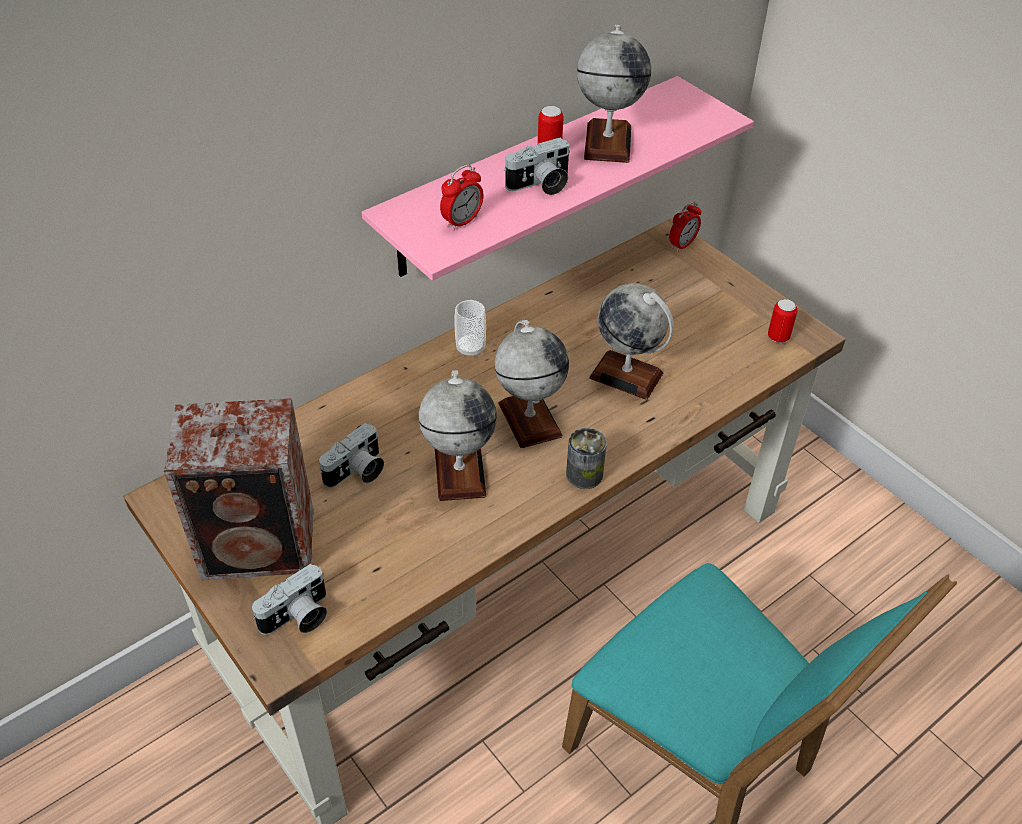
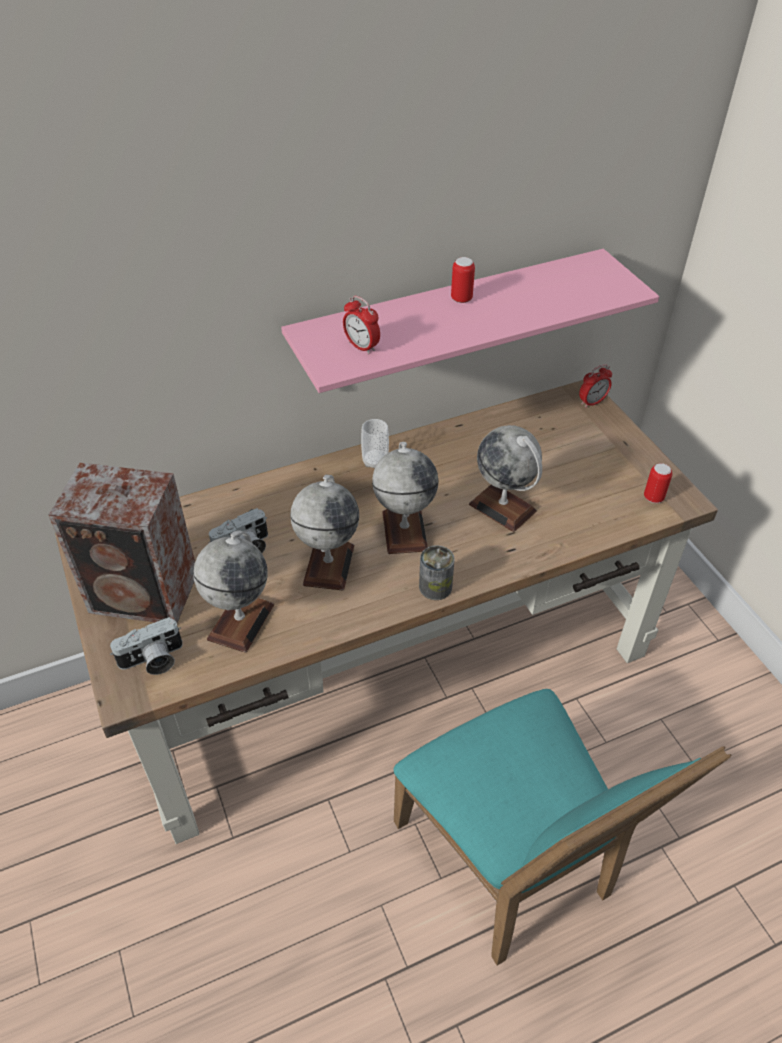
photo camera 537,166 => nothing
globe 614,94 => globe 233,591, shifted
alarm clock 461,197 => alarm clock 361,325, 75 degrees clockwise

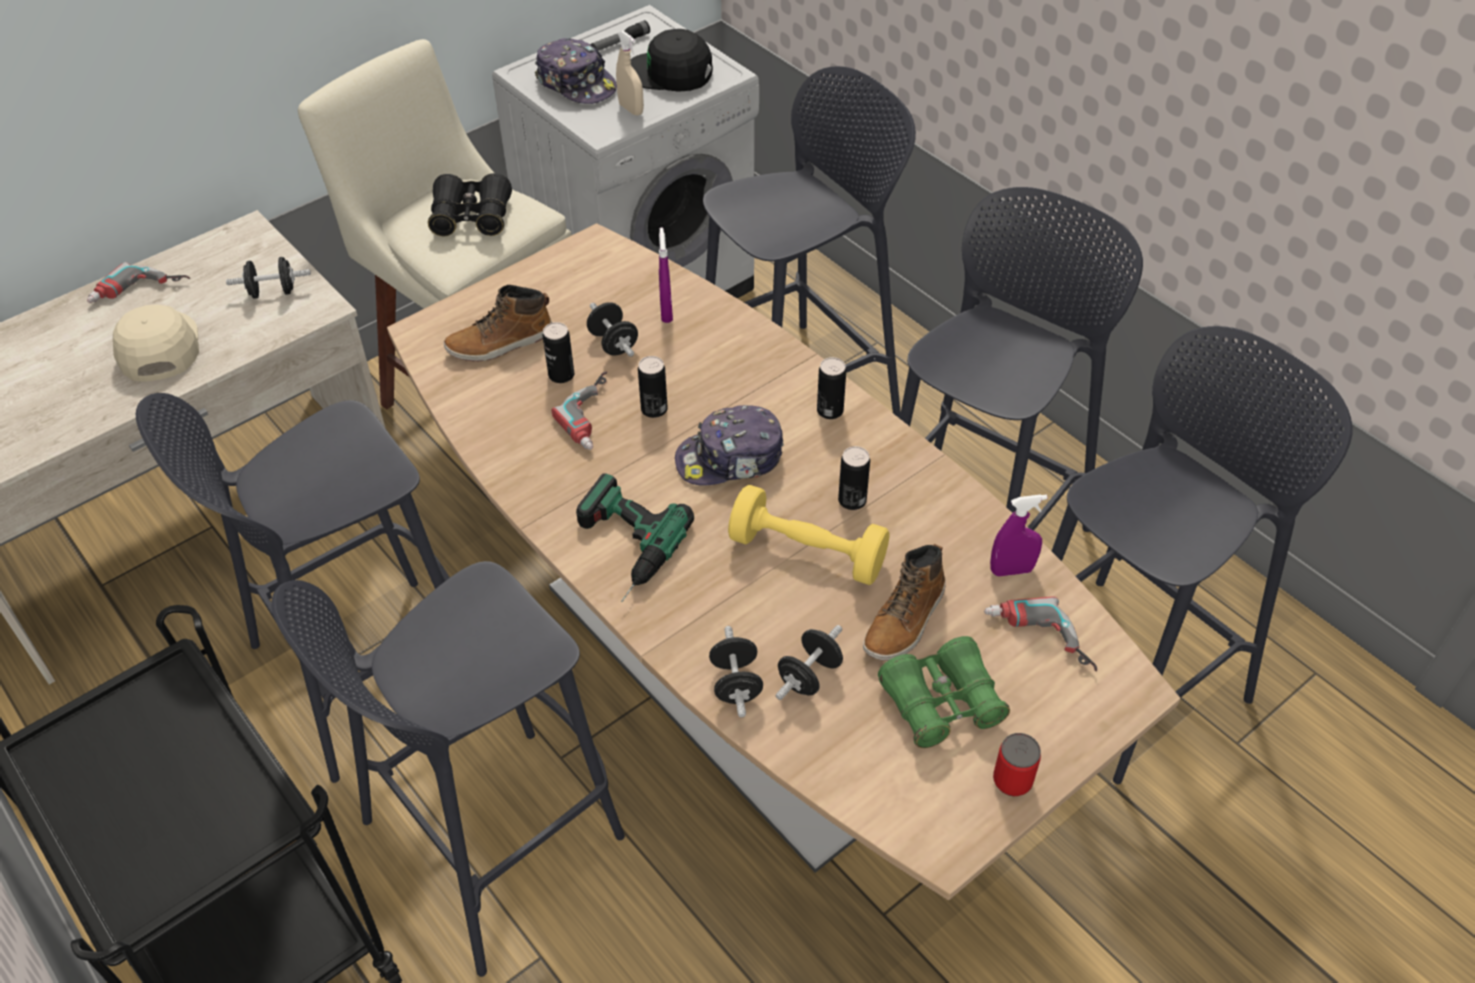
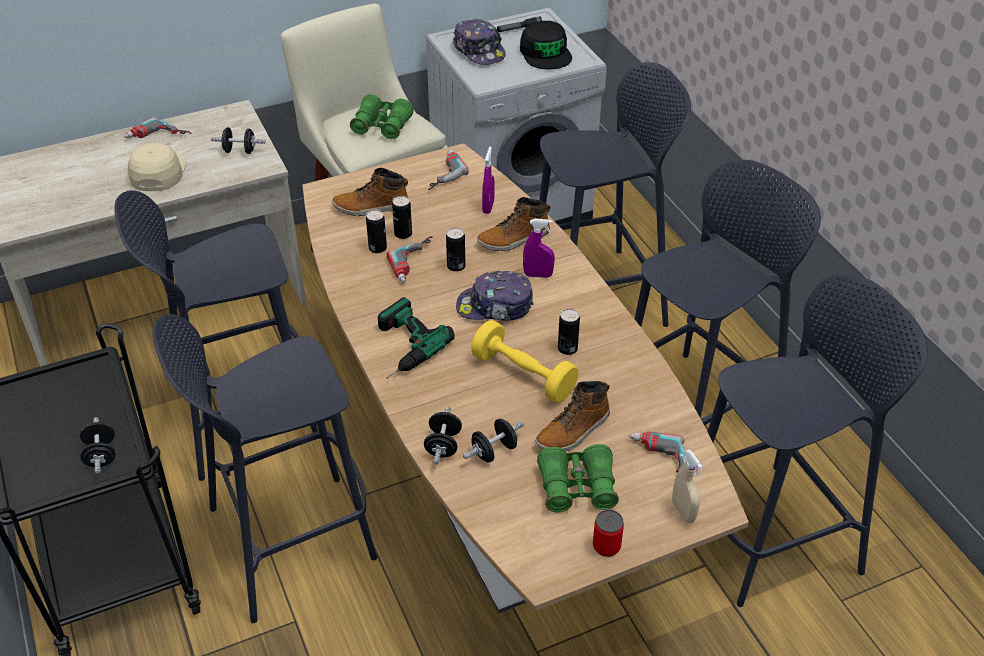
nothing => power drill 448,170
nothing => boot 513,224
black dumbbell 612,329 => black dumbbell 98,445, shifted
beige spray bottle 630,73 => beige spray bottle 687,486, shifted
can 831,388 => can 376,231, shifted
purple spray bottle 1018,535 => purple spray bottle 539,248, shifted
black binoculars 470,204 => green binoculars 382,116
black cap 672,60 => black cap 546,45, 135 degrees counterclockwise

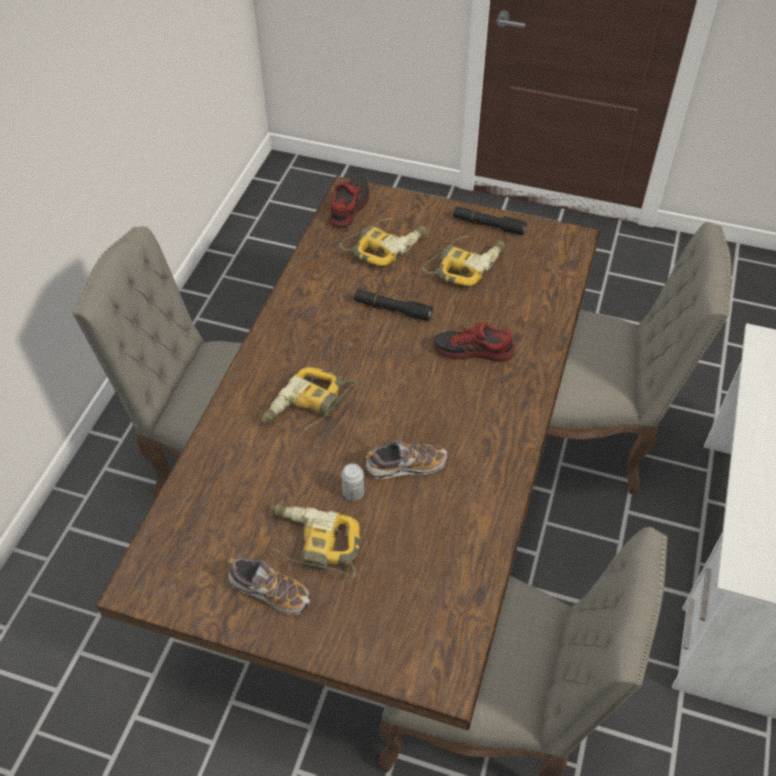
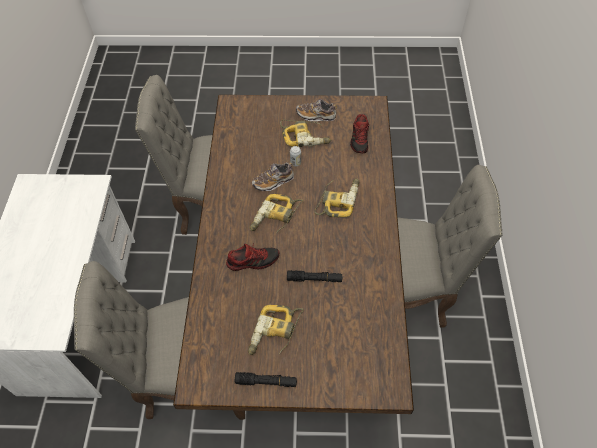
shoe 349,201 => shoe 359,133, shifted
power drill 382,242 => power drill 277,213, shifted

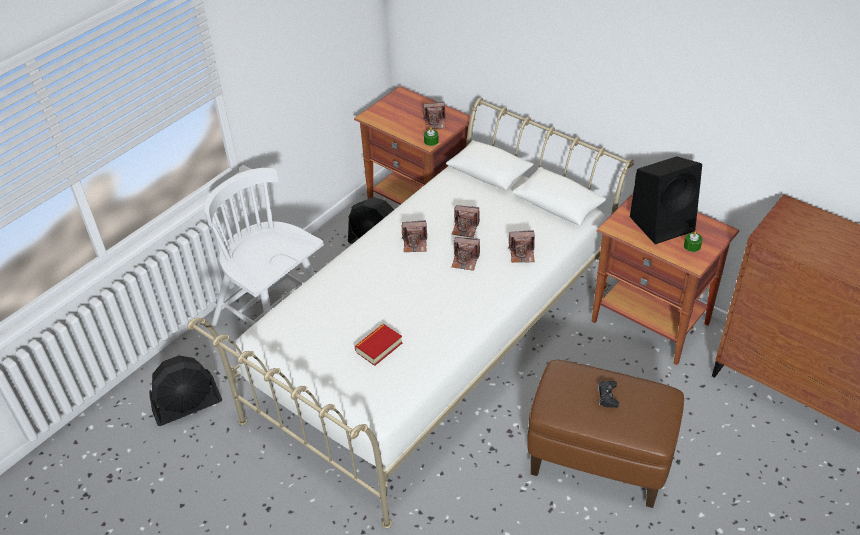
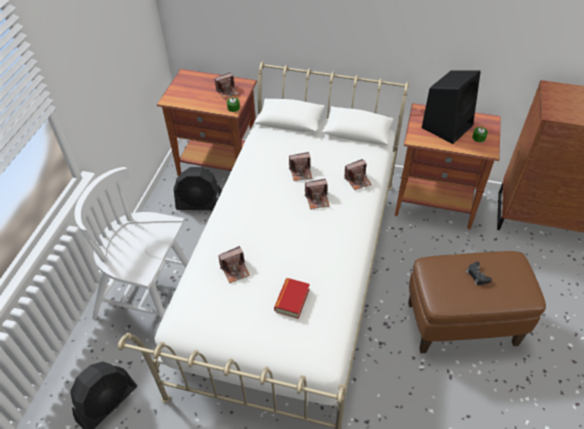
photo camera 414,236 => photo camera 234,264, shifted

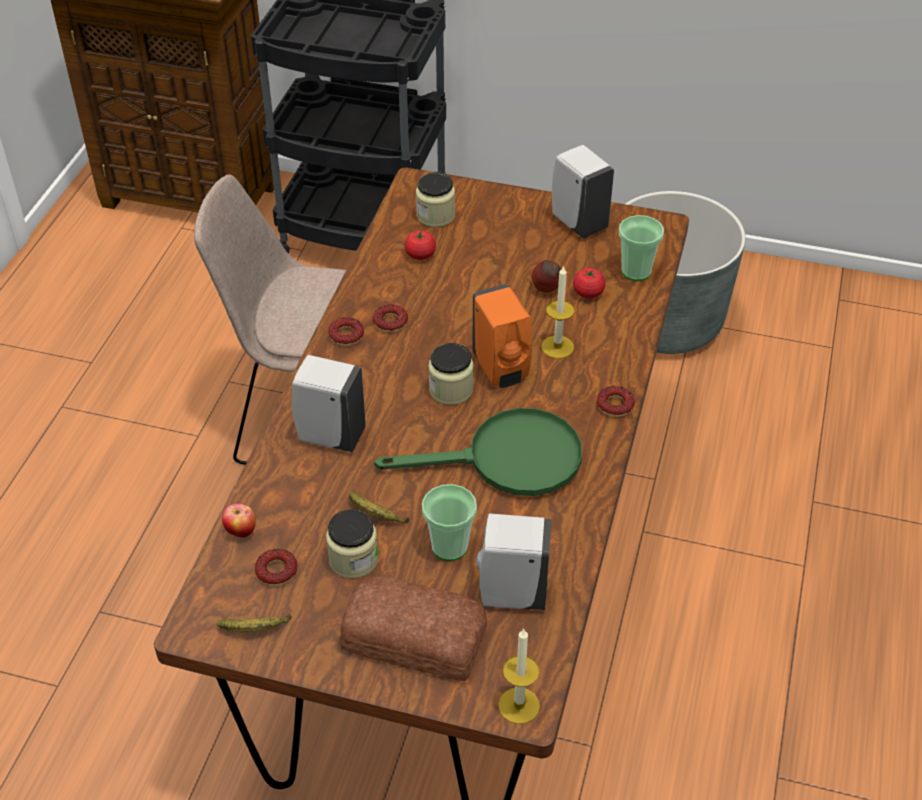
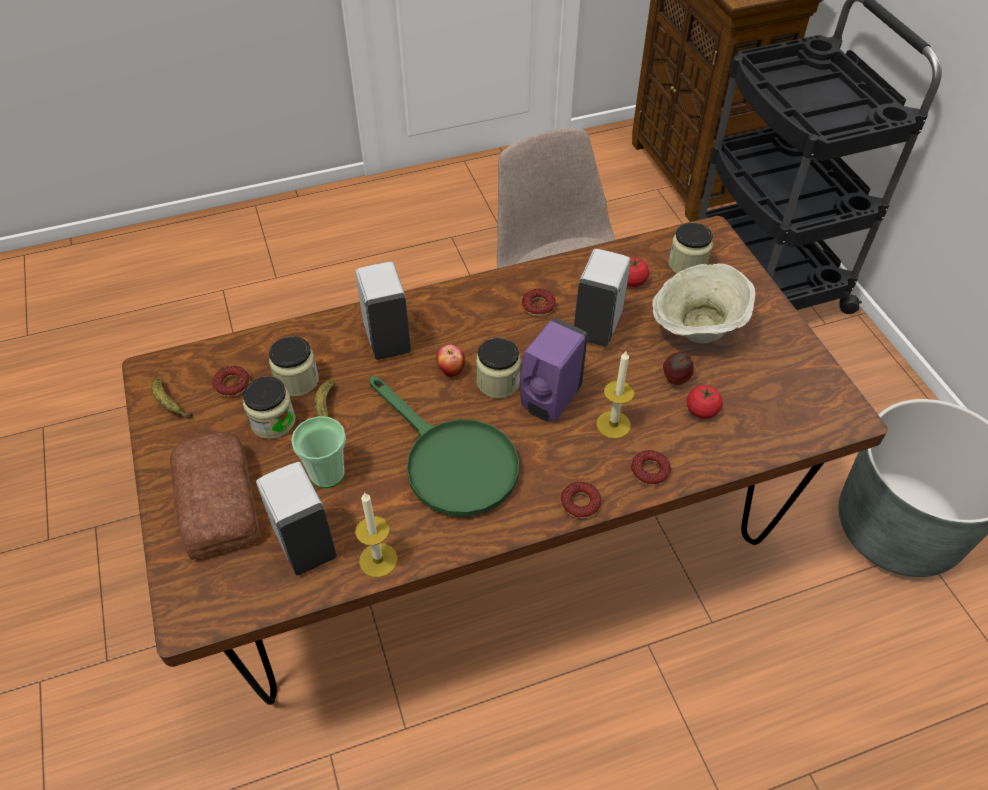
cup 641,248 => nothing
nothing => jar 294,366
nothing => beige bowl 704,303
apple 239,520 => apple 450,360, shifted
donut 346,331 => donut 651,467, shifted
candle 519,676 => candle 376,535, shifted
white soap dispenser 583,191 => white soap dispenser 602,298, shifted
orange soap dispenser 502,336 => purple soap dispenser 554,370

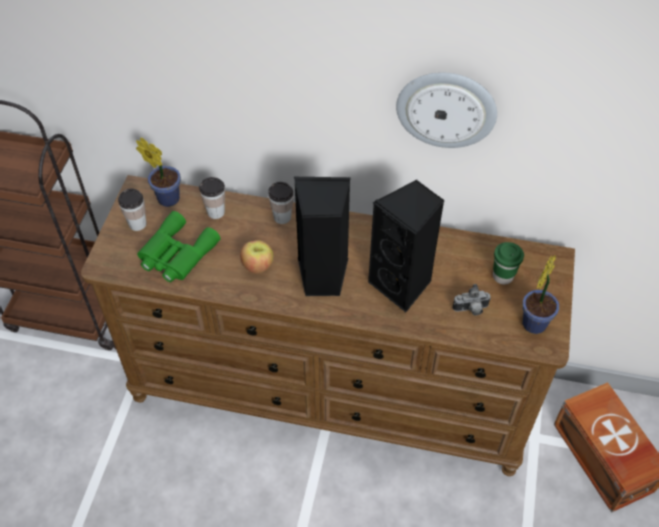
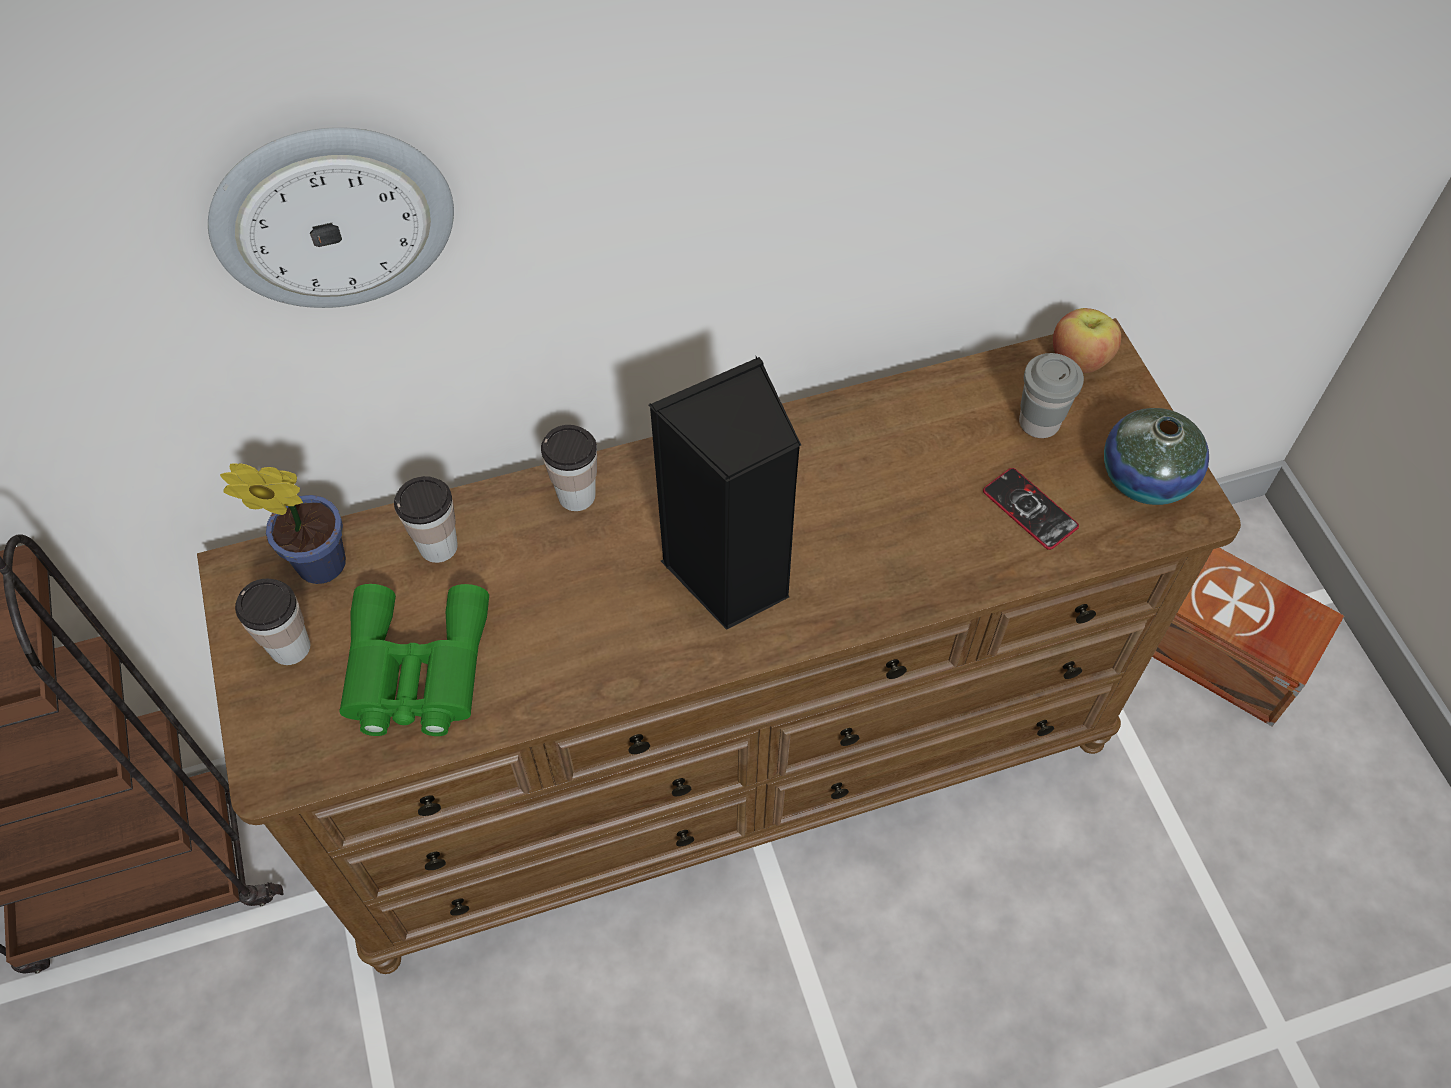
black speaker 406,246 => nothing
apple 256,257 => apple 1087,340, shifted
wall clock 446,110 => wall clock 331,217, shifted
photo camera 472,299 => phone 1031,509
potted plant 540,294 => vase 1156,456
green cup 508,263 => grey cup 1051,395

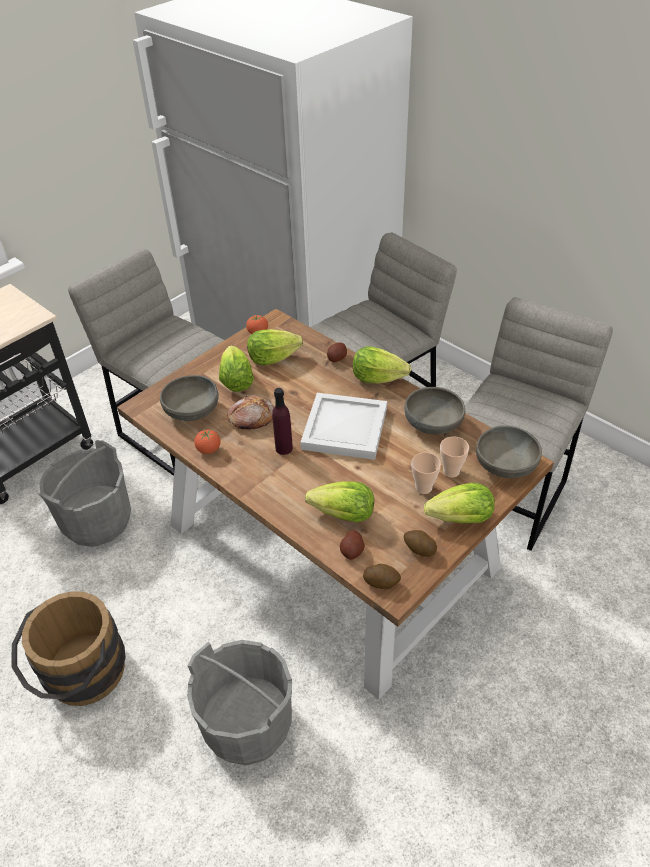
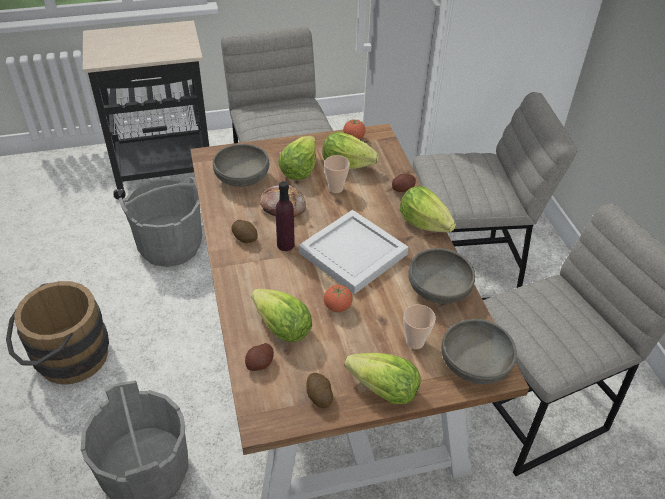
tomato 207,442 => tomato 338,298, shifted
potato 382,576 => potato 245,231, shifted
cup 426,473 => cup 337,174, shifted

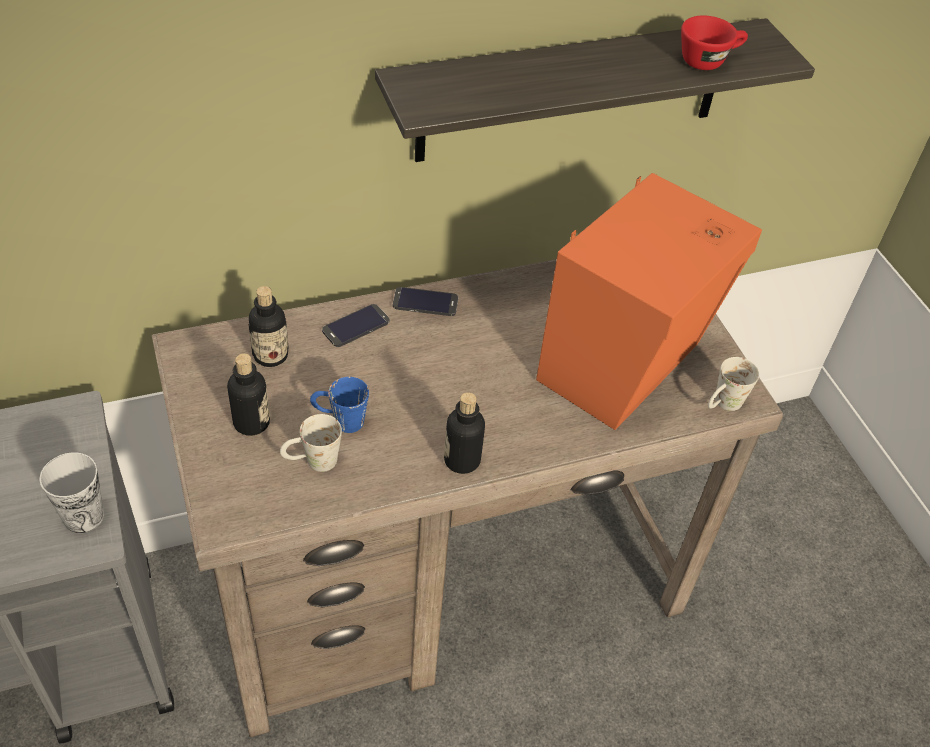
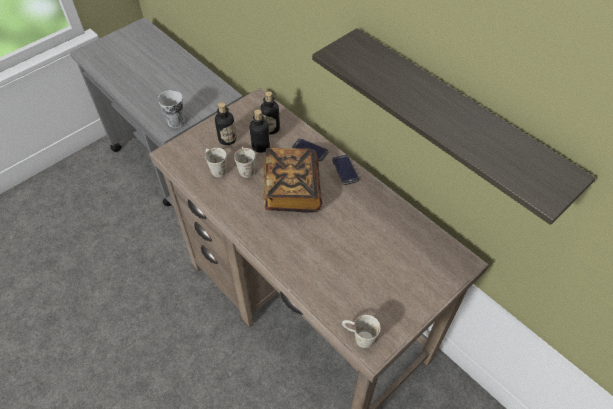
orange speaker 649,301 => nothing
red cup 714,43 => nothing
nothing => book 292,180
bottle 464,433 => bottle 260,131, shifted
blue mug 339,405 => white mug 244,162

